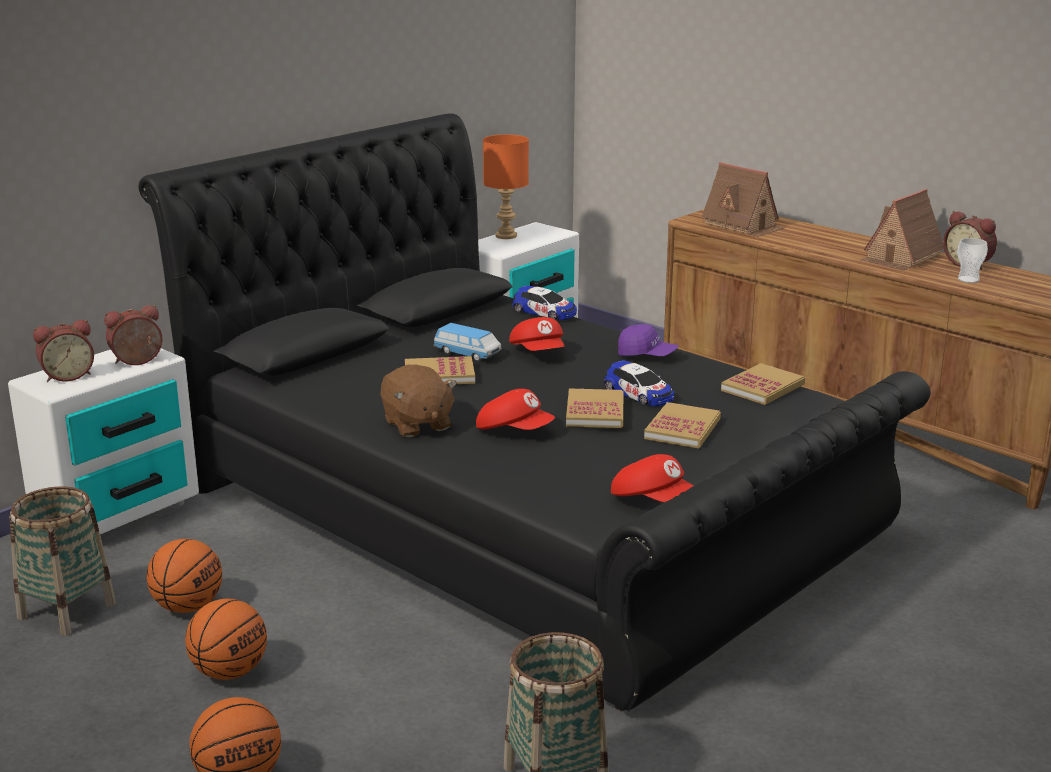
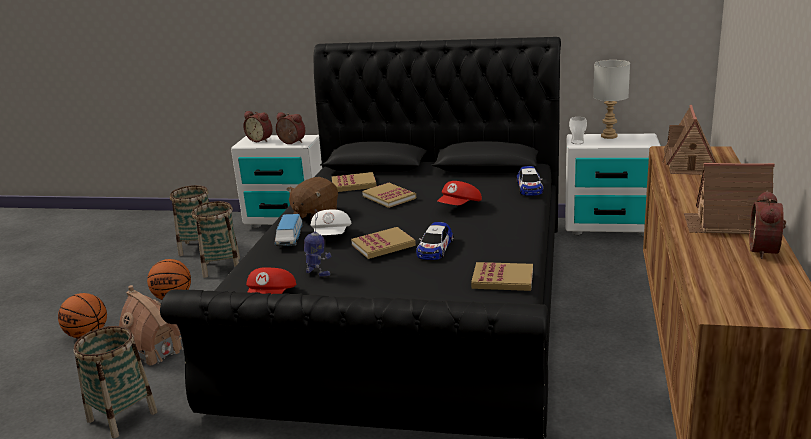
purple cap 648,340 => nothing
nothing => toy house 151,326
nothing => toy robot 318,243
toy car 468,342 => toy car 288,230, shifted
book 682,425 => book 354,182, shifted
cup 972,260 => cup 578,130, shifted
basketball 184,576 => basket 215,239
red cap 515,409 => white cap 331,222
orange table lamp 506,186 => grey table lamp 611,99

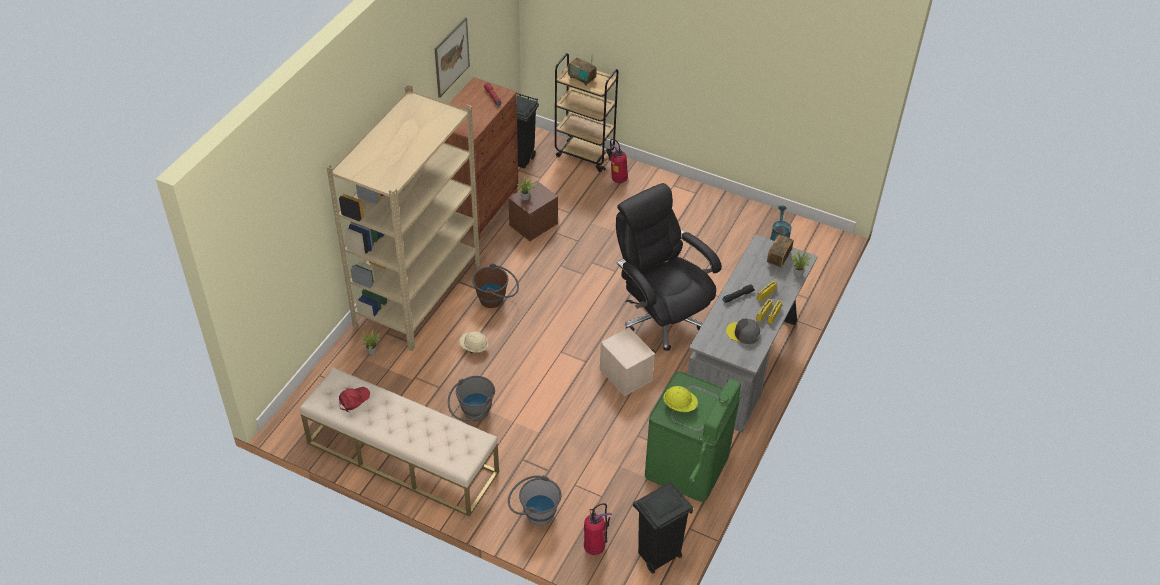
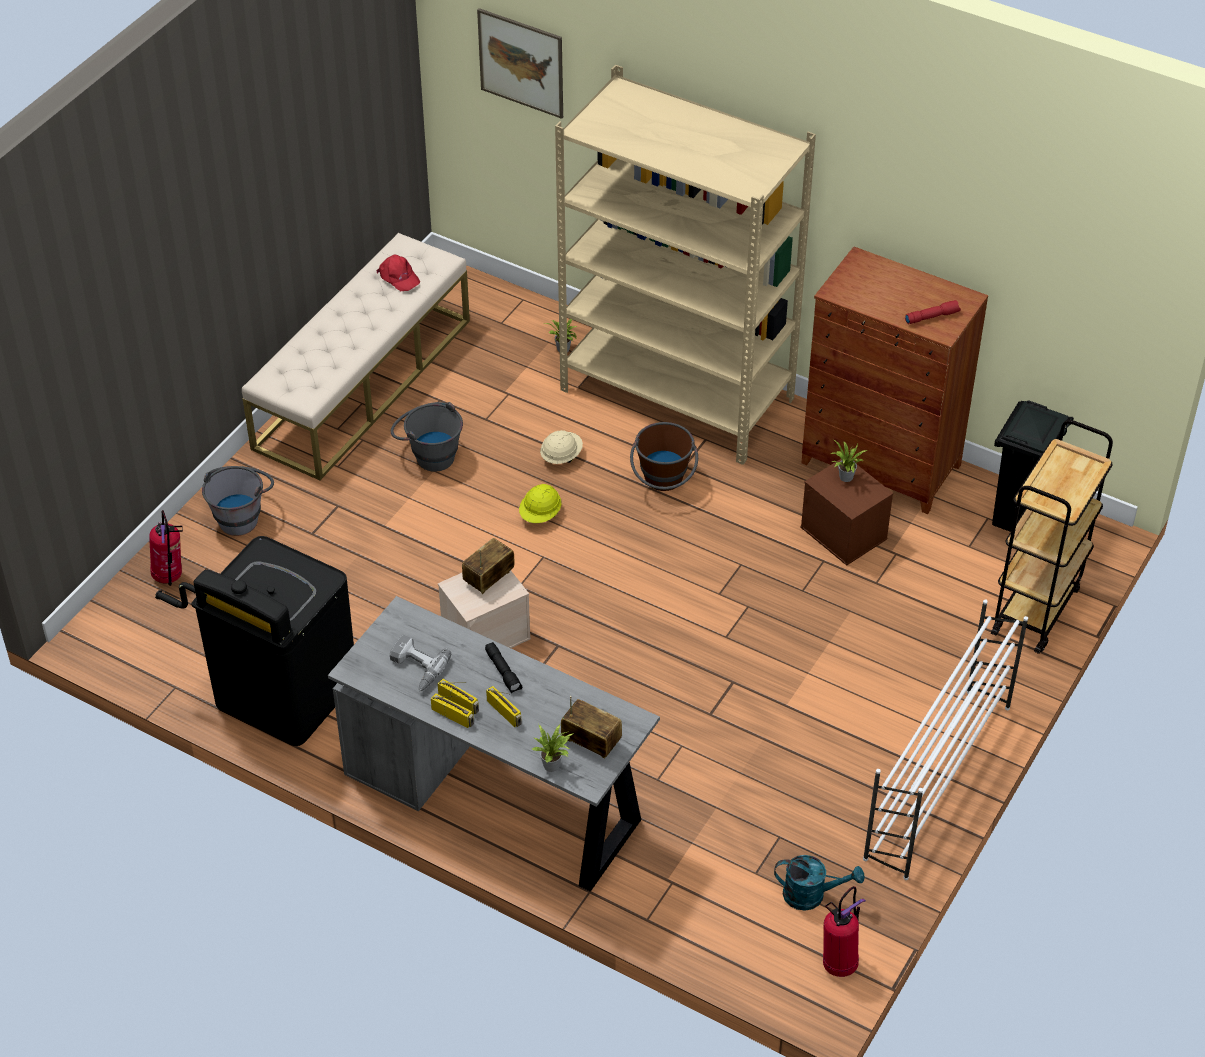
black office chair 669,267 => nothing
black trash can 663,528 => nothing
nothing => white shoe rack 945,739
picture 452,57 => picture 520,63, shifted
radio 582,72 => radio 488,566, shifted
fire extinguisher 618,161 => fire extinguisher 844,931, shifted
yellow hard hat 680,399 => yellow hard hat 540,503, shifted
grey cap 743,331 => power drill 420,663
green washing machine 693,436 => black washing machine 254,641

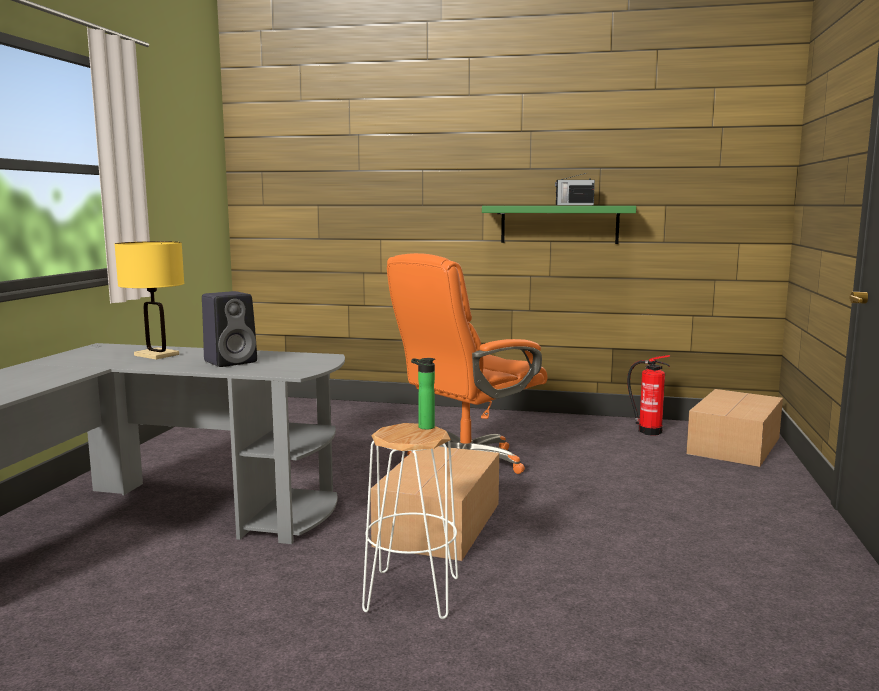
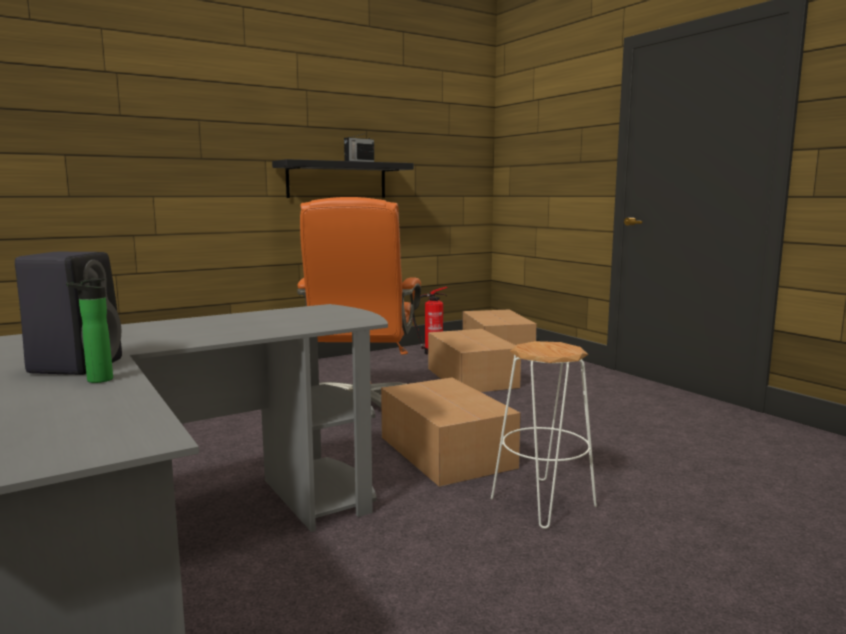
yellow table lamp 149,300 => nothing
nothing => cardboard box 474,360
black speaker 229,329 => black speaker 68,313, shifted
bottle 423,394 => bottle 89,330, shifted
green shelf 559,225 => black shelf 343,178

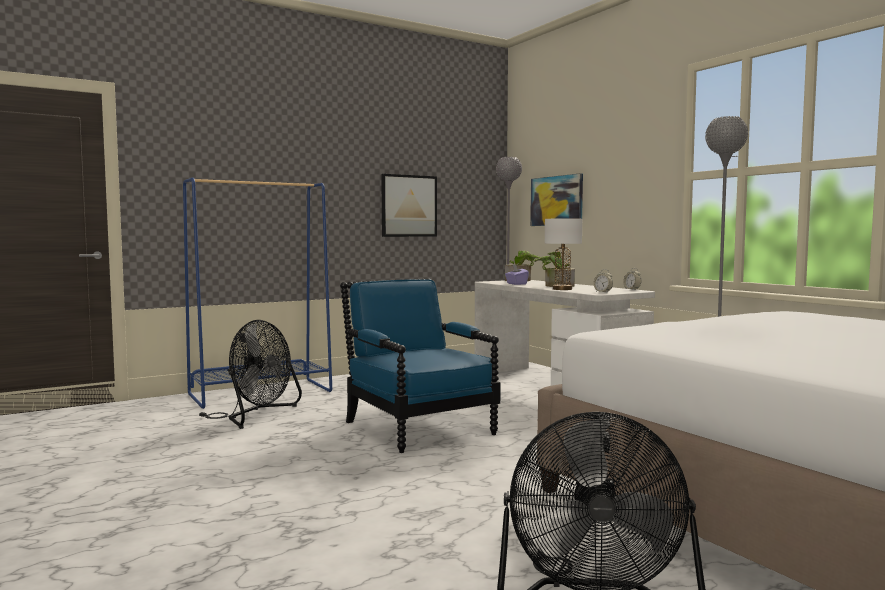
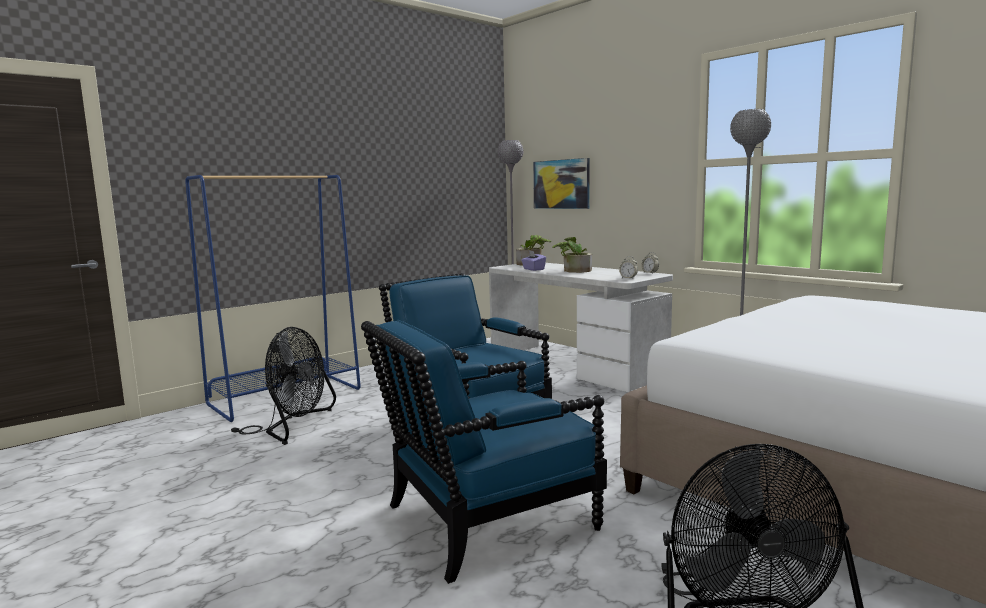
picture 409,205 => nothing
table lamp 563,254 => nothing
nothing => blue armchair 484,452

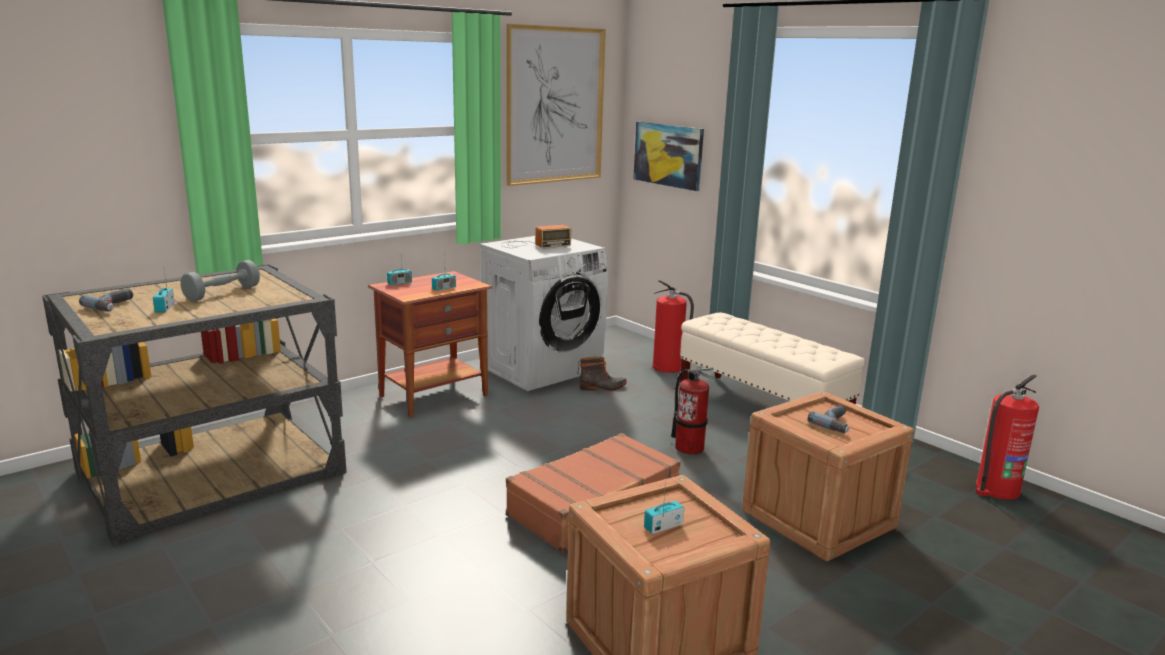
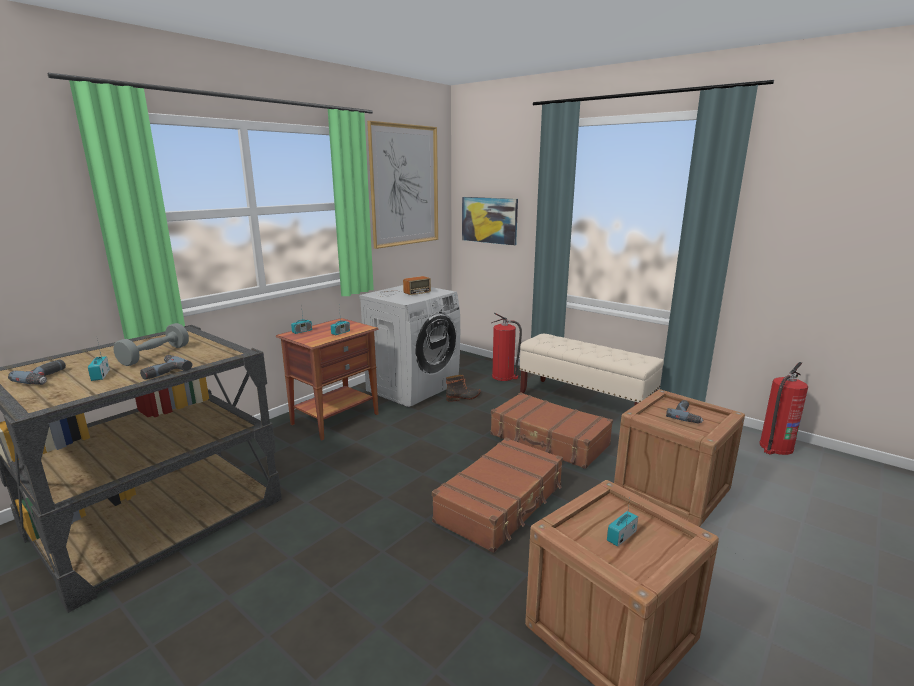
nothing => power drill 166,367
fire extinguisher 692,411 => brown suitcase 551,430

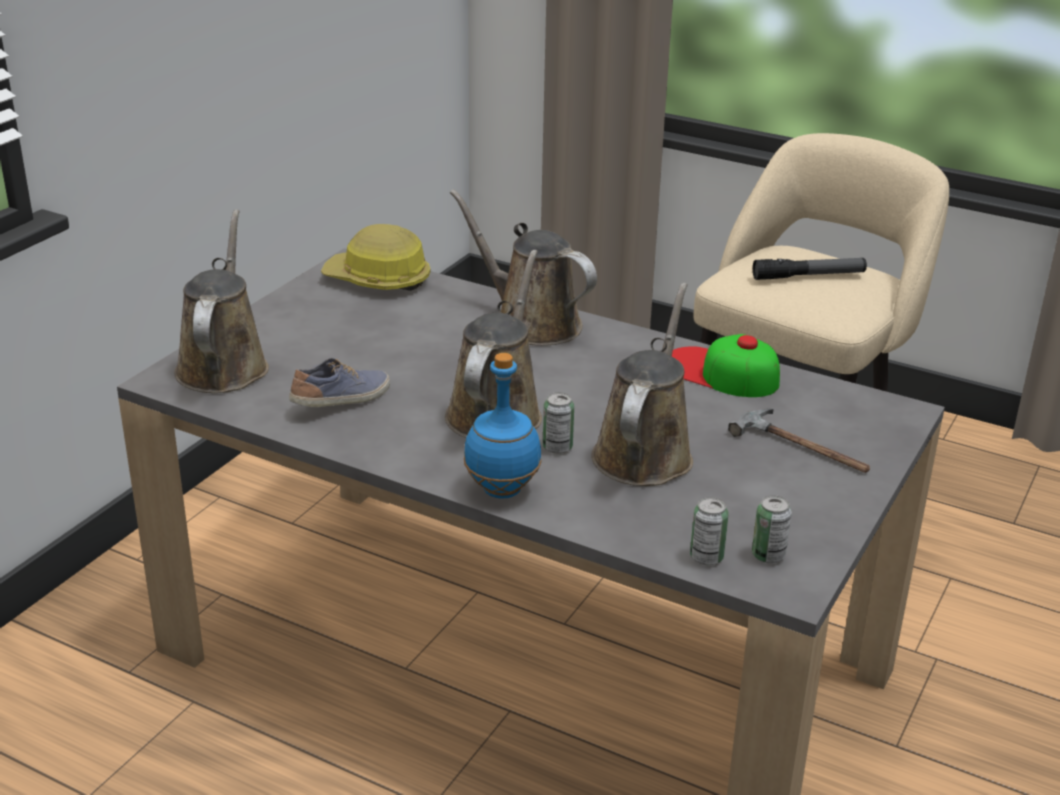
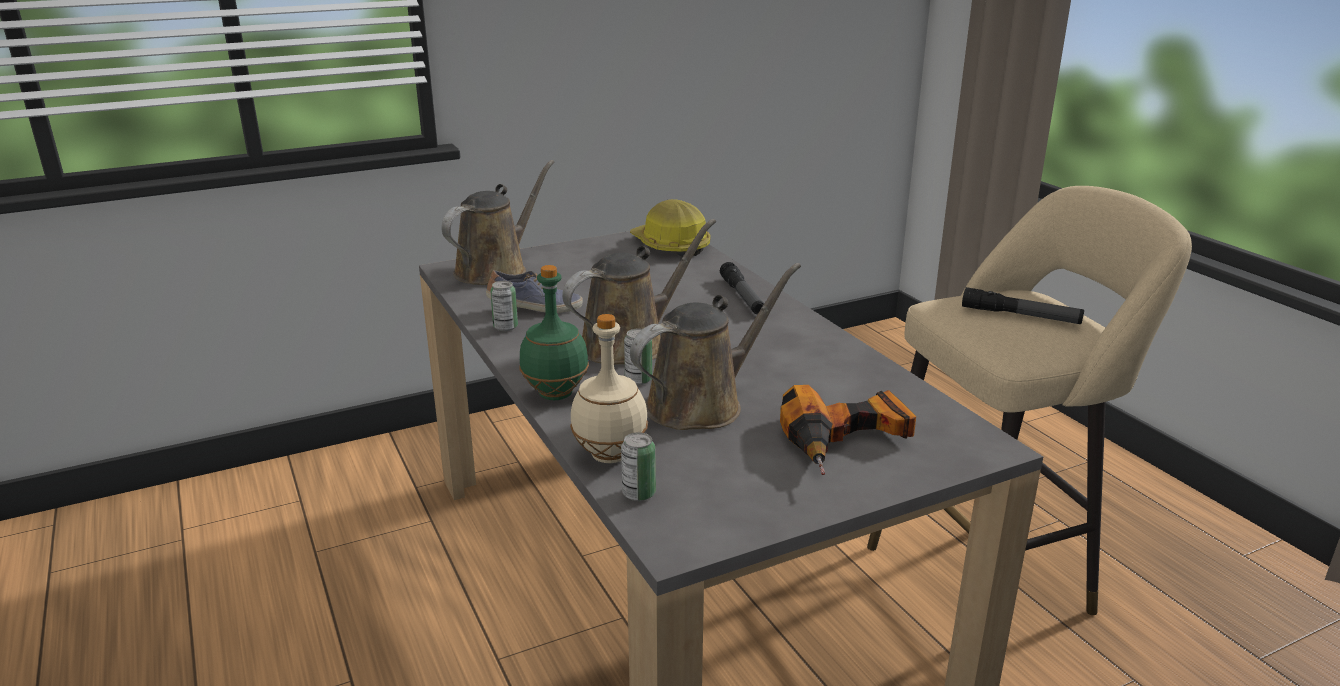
cap 726,365 => nothing
nothing => beige bottle 609,388
can 772,529 => can 504,306, shifted
brown watering can 523,267 => flashlight 742,288
hammer 799,440 => power drill 848,430
blue bottle 503,426 => green bottle 554,332

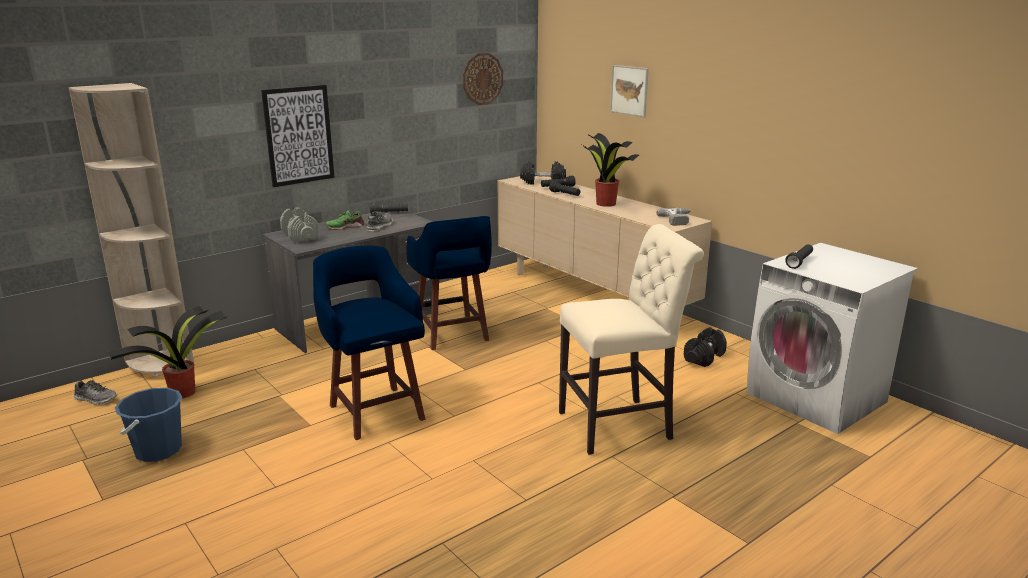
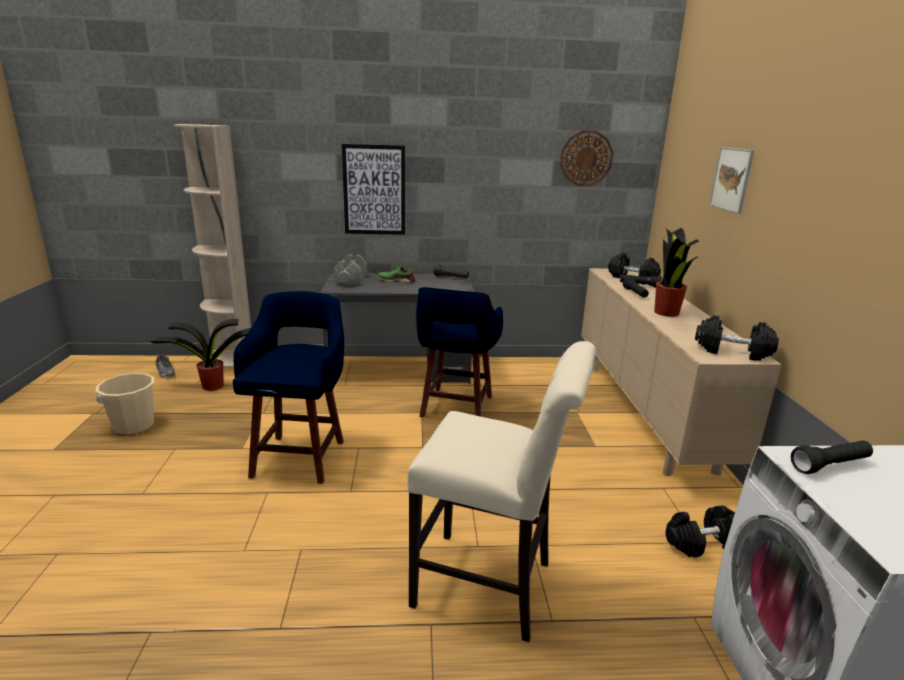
shoe 380,221 => nothing
power drill 673,217 => black dumbbell 737,338
blue bucket 149,425 => beige bucket 125,403

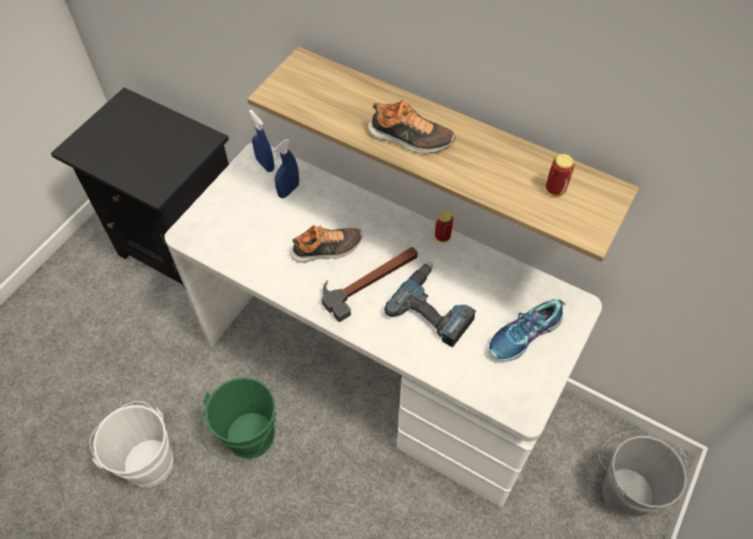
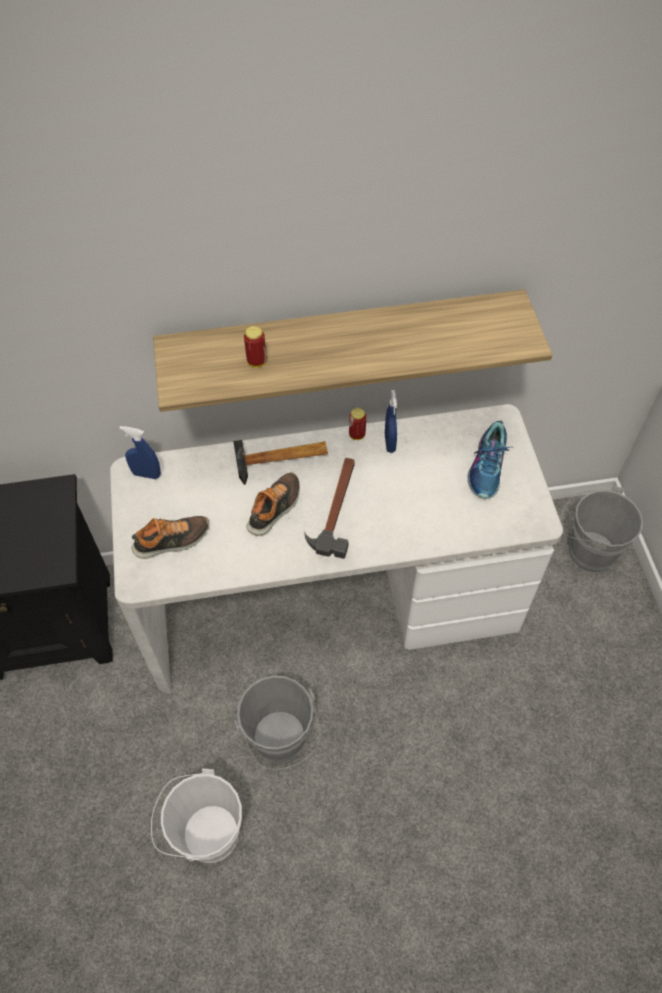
power drill 430,304 => nothing
nothing => hammer 280,462
blue spray bottle 286,168 => blue spray bottle 391,421, shifted
shoe 412,126 => shoe 170,537, shifted
can 560,175 => can 255,346, shifted
green bucket 239,419 => grey bucket 277,722

